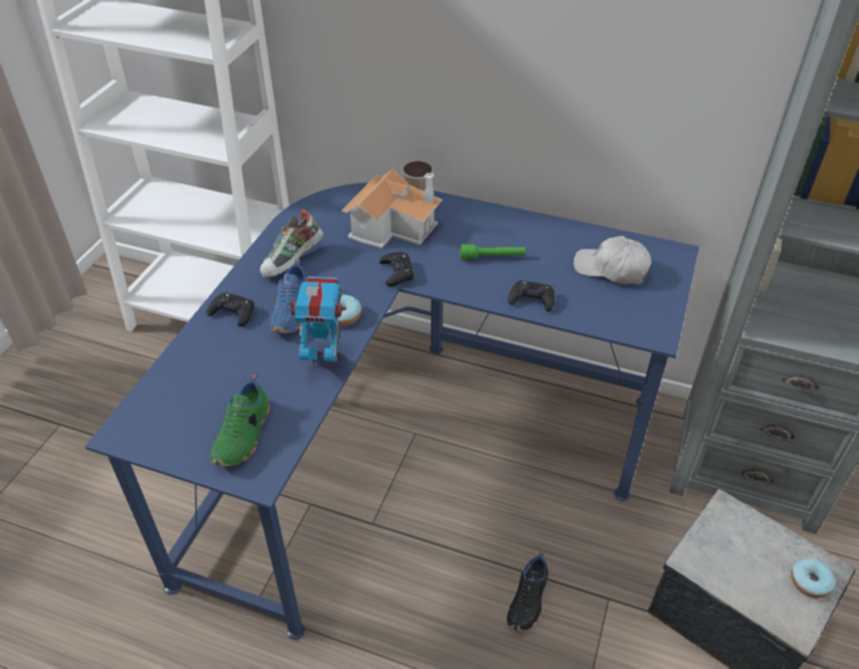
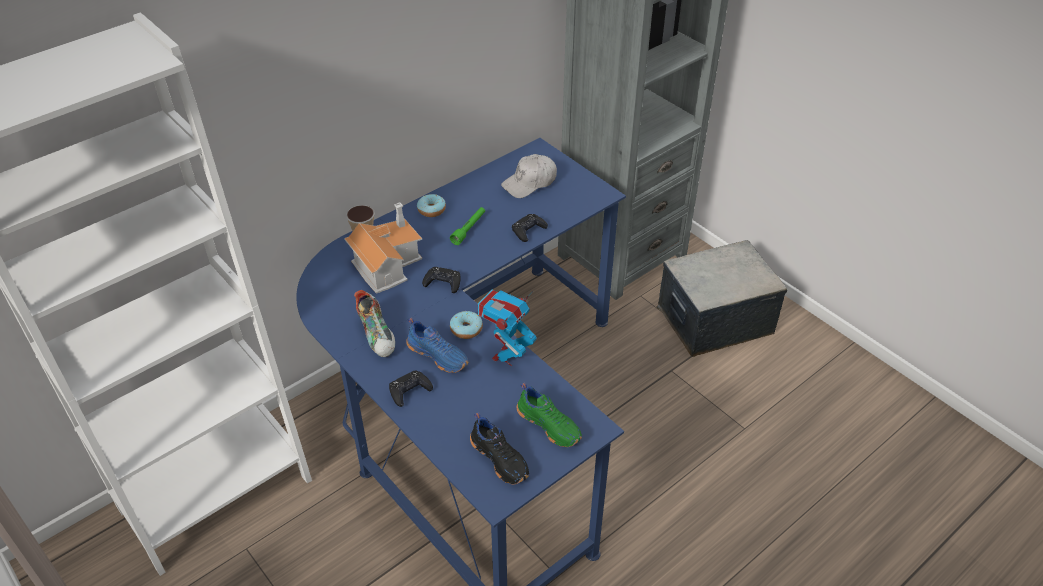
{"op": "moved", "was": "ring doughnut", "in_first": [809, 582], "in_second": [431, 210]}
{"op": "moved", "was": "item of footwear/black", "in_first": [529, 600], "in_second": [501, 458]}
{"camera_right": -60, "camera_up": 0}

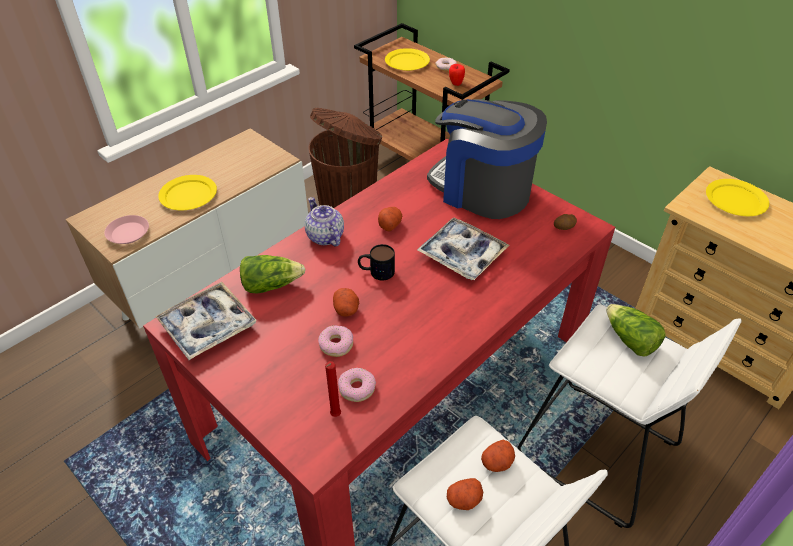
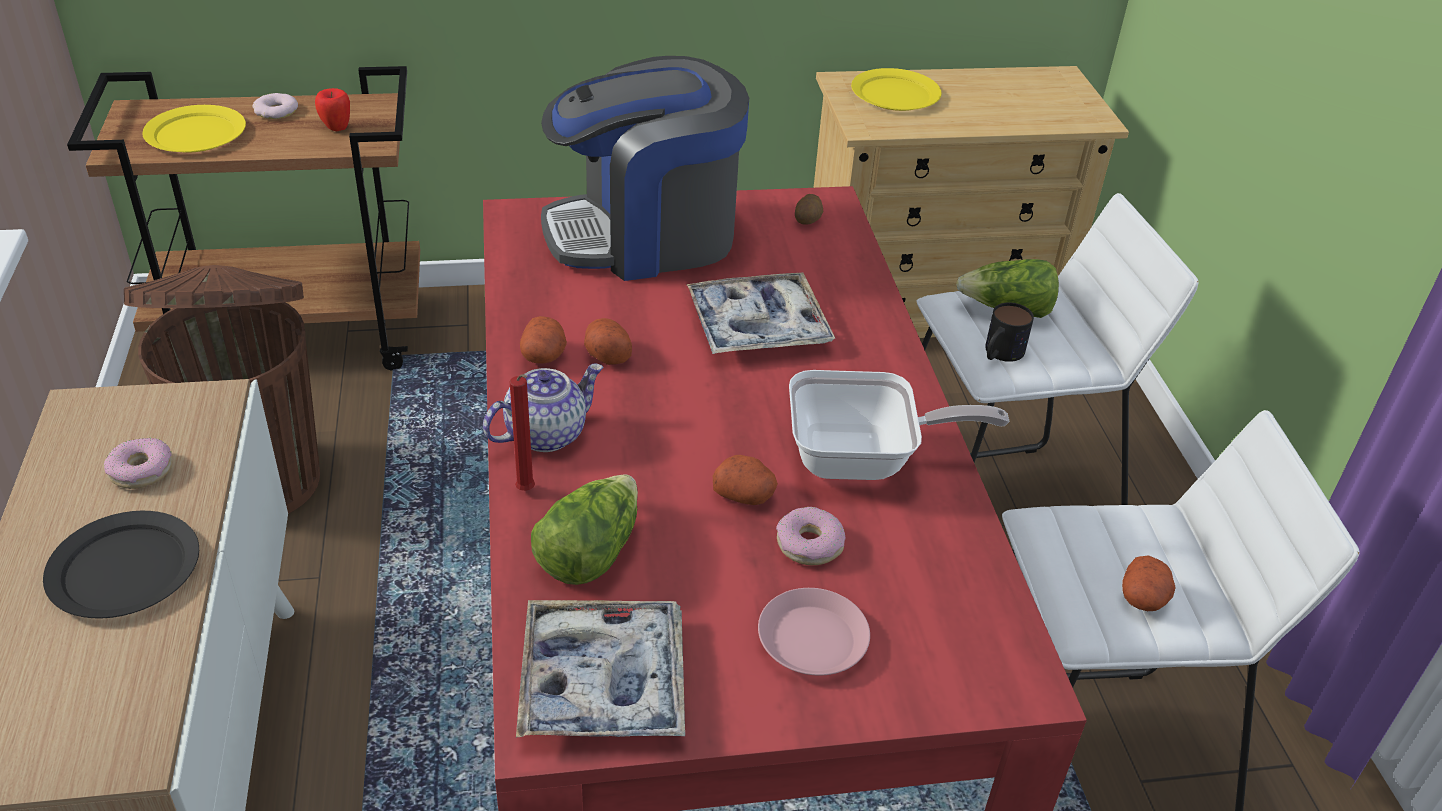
{"op": "recoloured", "was": "dinner plate/yellowish", "now": "dinner plate/black", "in_first": [188, 195], "in_second": [124, 568]}
{"op": "moved", "was": "ring doughnut", "in_first": [357, 388], "in_second": [141, 470]}
{"op": "turned", "was": "tea pot", "in_first": [324, 236], "in_second": [546, 433], "clockwise": 135}
{"op": "moved", "was": "candle/red-coloured", "in_first": [335, 416], "in_second": [527, 492]}
{"op": "moved", "was": "whole potato", "in_first": [497, 462], "in_second": [543, 356]}
{"op": "moved", "was": "dinner plate/pink", "in_first": [128, 233], "in_second": [812, 639]}
{"op": "added", "now": "pan", "in_second": [864, 460]}
{"op": "moved", "was": "coffee mug", "in_first": [376, 271], "in_second": [999, 354]}
{"camera_right": -55, "camera_up": -5}

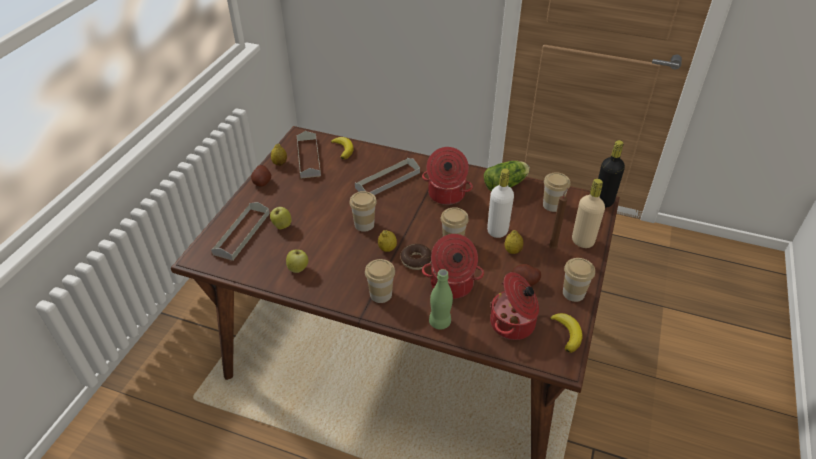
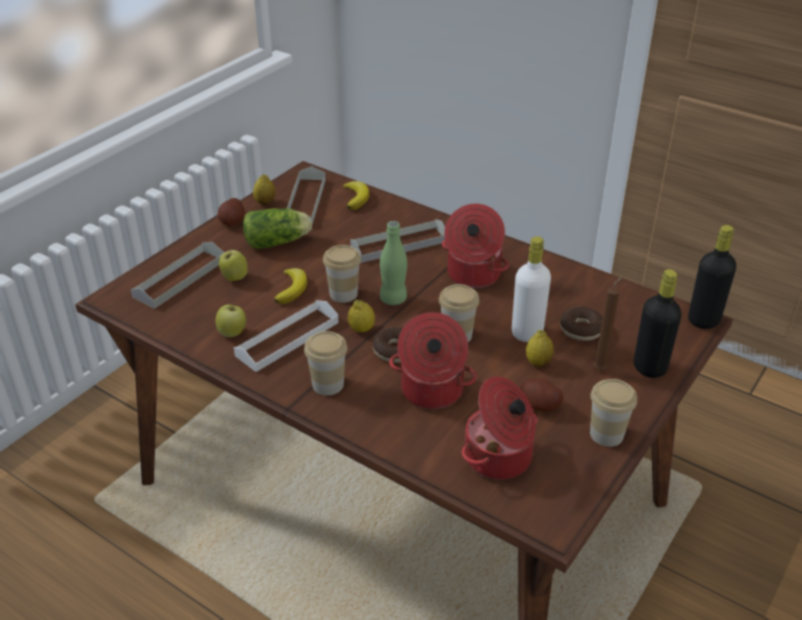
{"op": "added", "now": "carrying tray/white", "in_second": [287, 339]}
{"op": "moved", "was": "lettuce", "in_first": [506, 184], "in_second": [279, 242]}
{"op": "moved", "was": "banana fruit", "in_first": [567, 333], "in_second": [292, 288]}
{"op": "moved", "was": "bottle/green", "in_first": [440, 322], "in_second": [393, 299]}
{"op": "added", "now": "ring doughnut", "in_second": [581, 329]}
{"op": "recoloured", "was": "bottle/beige-coloured", "now": "bottle/black", "in_first": [582, 241], "in_second": [649, 367]}
{"op": "removed", "was": "cup", "in_first": [552, 205]}
{"camera_right": 15, "camera_up": -5}

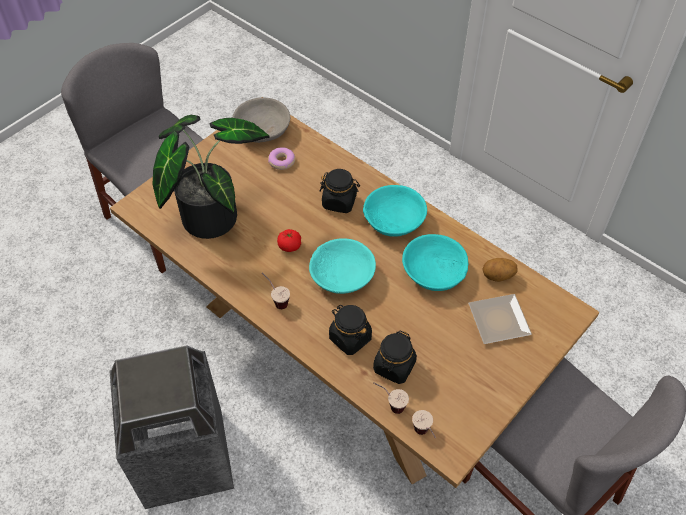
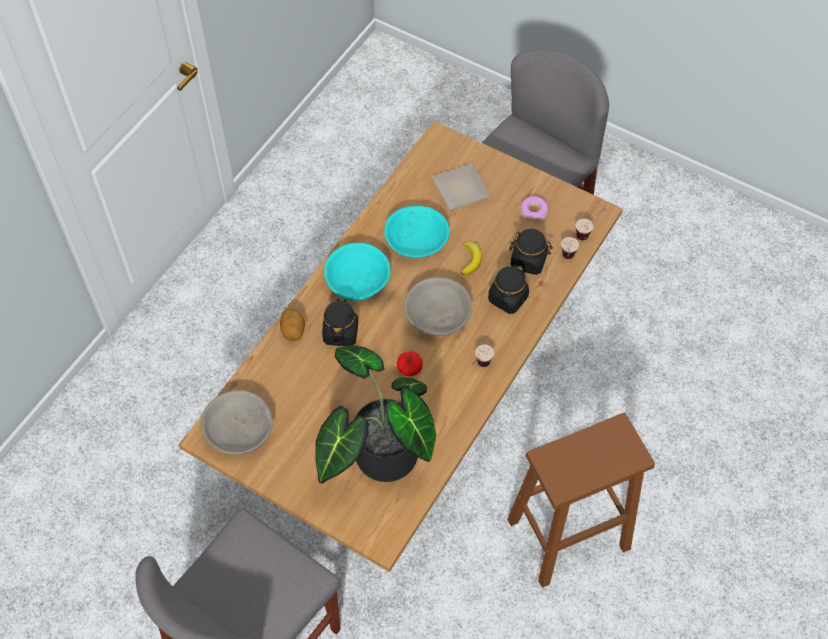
{"op": "moved", "was": "whole potato", "in_first": [498, 276], "in_second": [293, 331]}
{"op": "recoloured", "was": "serving bowl/blue-green", "now": "serving bowl/gray", "in_first": [342, 276], "in_second": [438, 315]}
{"op": "added", "now": "banana fruit", "in_second": [470, 260]}
{"op": "replaced", "was": "rubbish bin", "now": "stool seat/brownish", "in_first": [185, 460], "in_second": [570, 533]}
{"op": "moved", "was": "ring doughnut", "in_first": [282, 161], "in_second": [533, 211]}
{"camera_right": -100, "camera_up": 5}

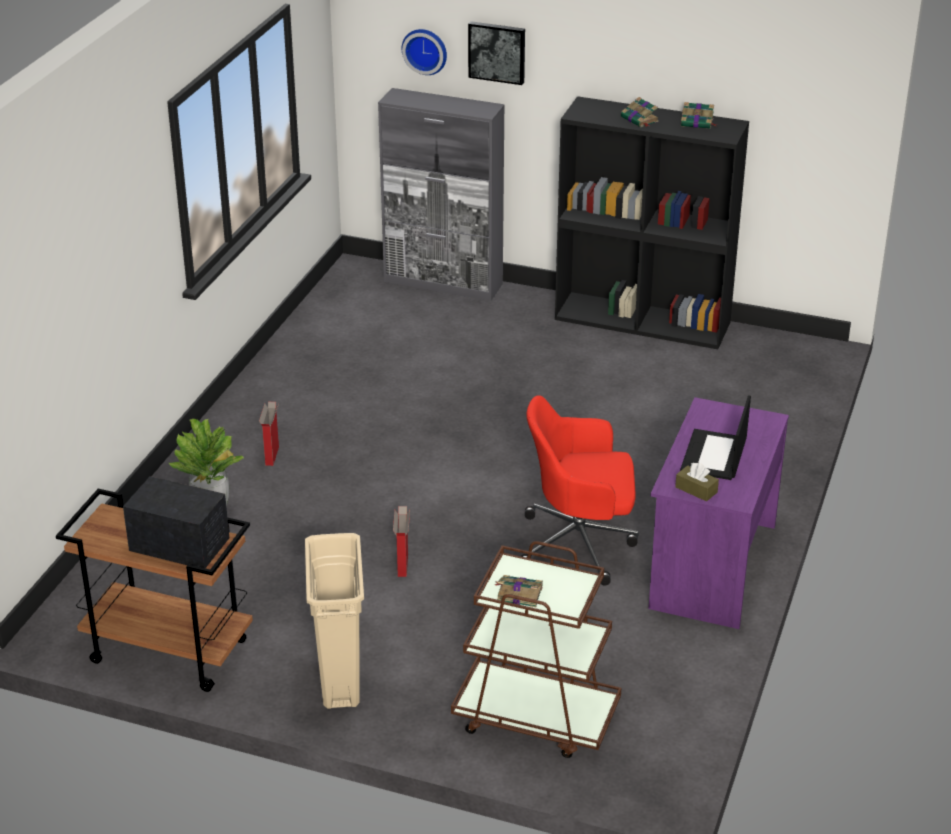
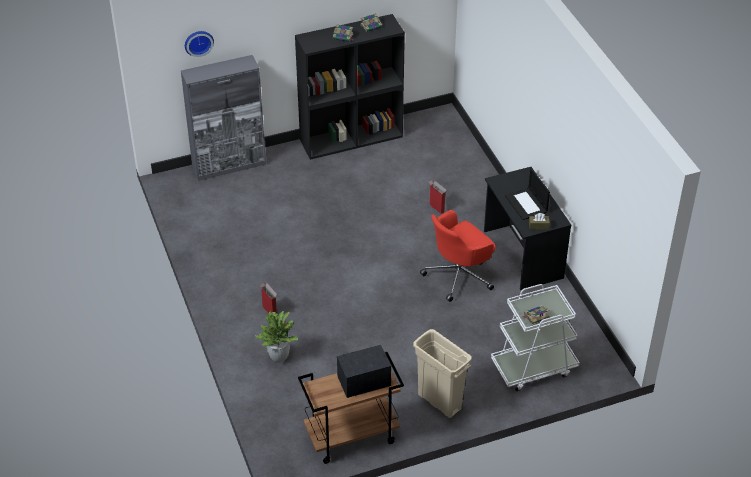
{"op": "moved", "was": "cardboard box", "in_first": [402, 565], "in_second": [436, 208]}
{"op": "recoloured", "was": "desk table/purple", "now": "desk table/black", "in_first": [711, 566], "in_second": [522, 254]}
{"op": "recoloured", "was": "trolley/brownish", "now": "trolley/white", "in_first": [535, 717], "in_second": [533, 367]}
{"op": "removed", "was": "wall art", "in_first": [497, 52]}
{"camera_right": -40, "camera_up": 10}

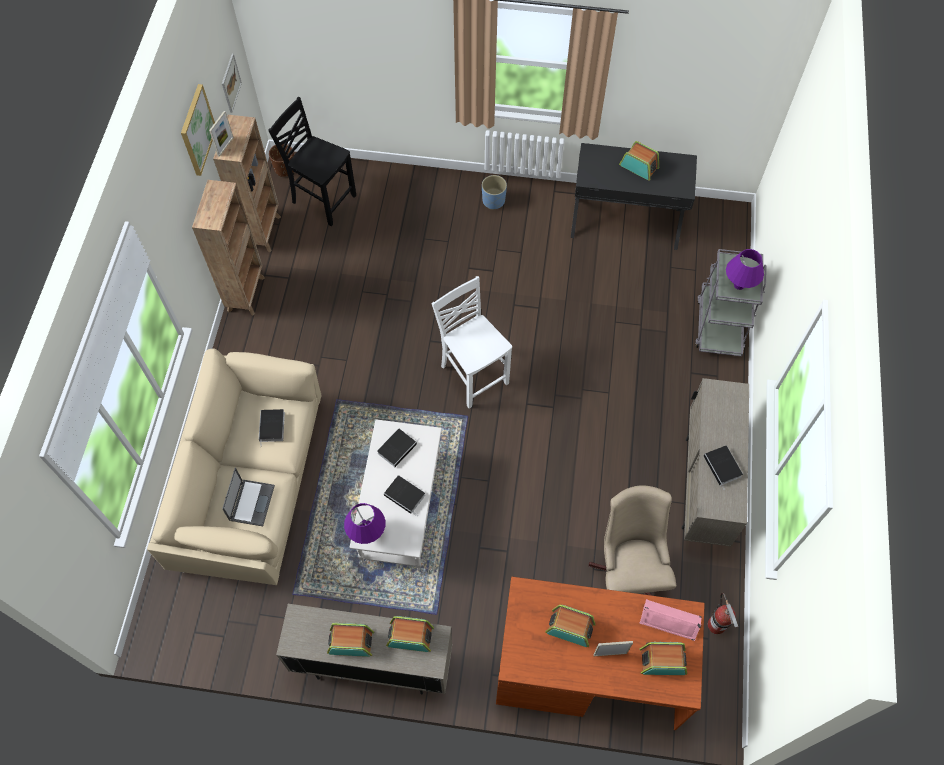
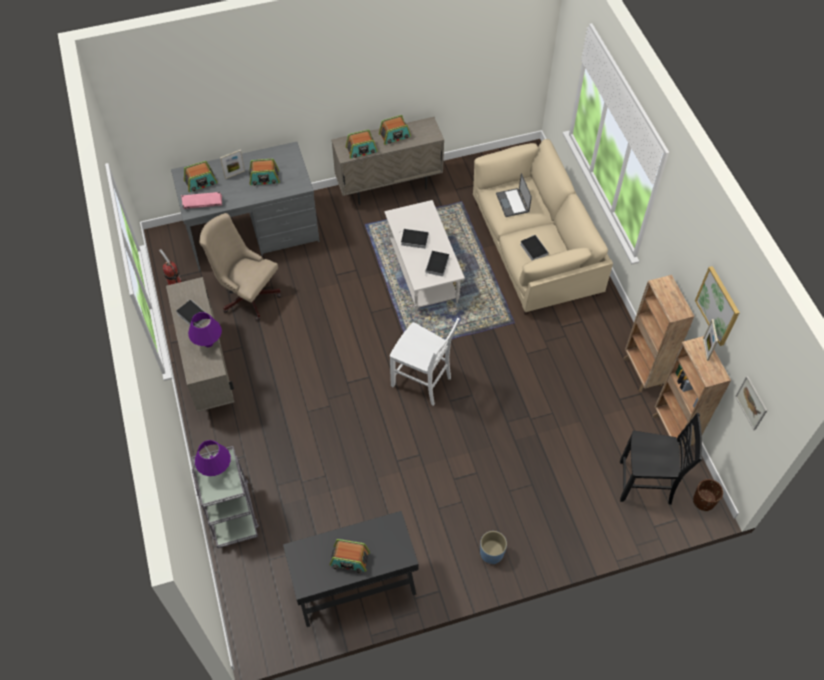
{"op": "recoloured", "was": "desk table/brownish", "now": "desk table/gray", "in_first": [589, 668], "in_second": [253, 232]}
{"op": "moved", "was": "tabletop lamp/purple", "in_first": [367, 532], "in_second": [208, 343]}
{"op": "turned", "was": "computer chair/beige-coloured", "in_first": [628, 570], "in_second": [247, 294], "clockwise": 150}
{"camera_right": 155, "camera_up": -5}

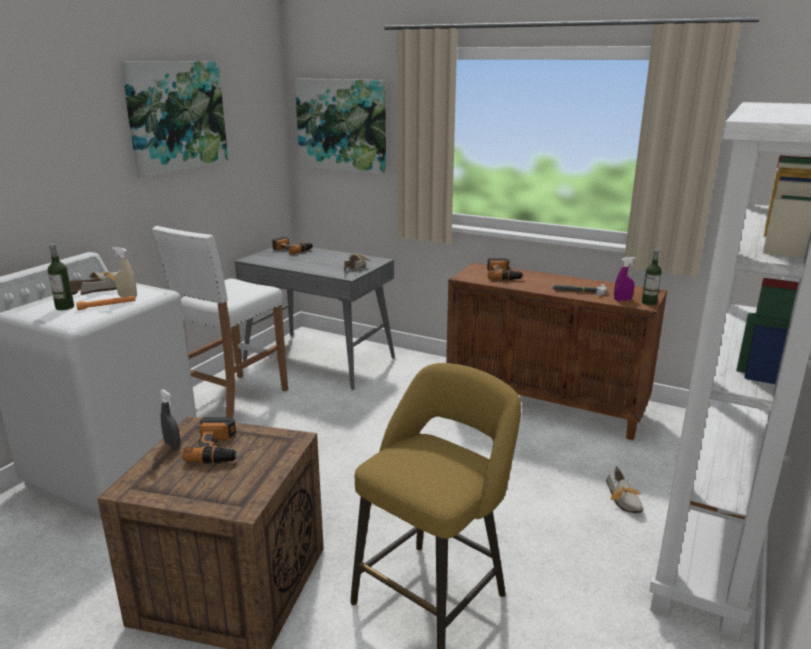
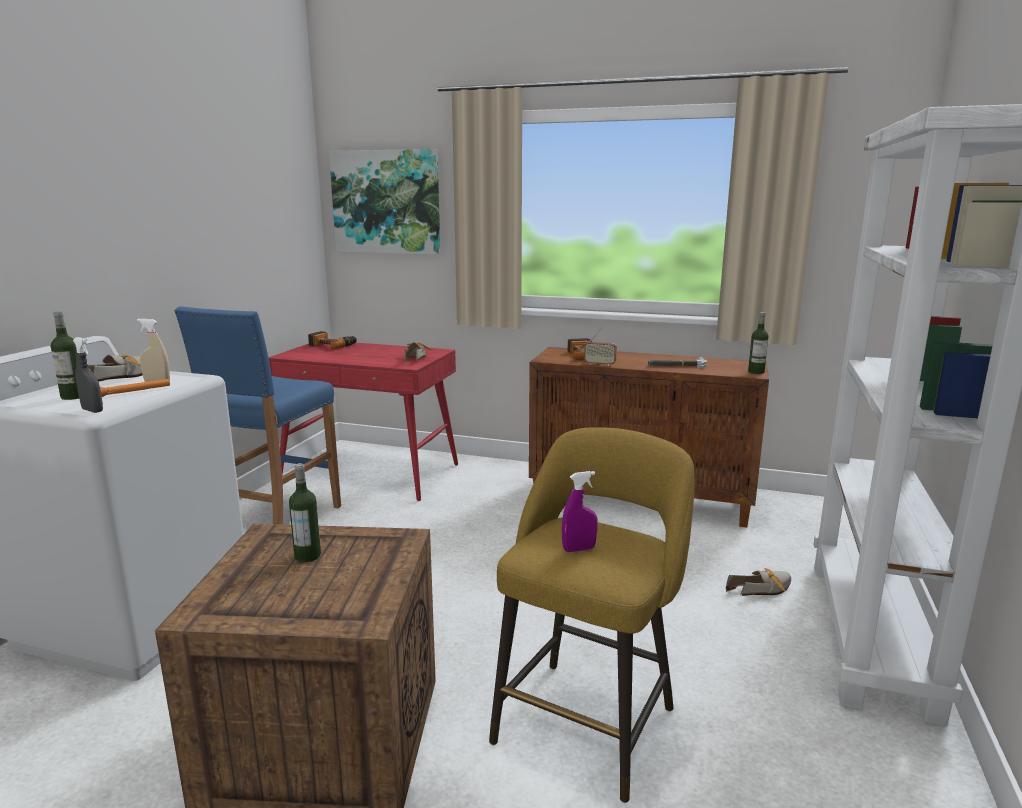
{"op": "moved", "was": "spray bottle/gray", "in_first": [172, 445], "in_second": [92, 410]}
{"op": "recoloured", "was": "stool seat/white", "now": "stool seat/blue", "in_first": [234, 399], "in_second": [276, 521]}
{"op": "recoloured", "was": "desk table/gray", "now": "desk table/red-coloured", "in_first": [320, 360], "in_second": [371, 472]}
{"op": "replaced", "was": "electric drill", "now": "bottle", "in_first": [218, 448], "in_second": [307, 556]}
{"op": "moved", "was": "spray bottle/purple", "in_first": [622, 300], "in_second": [579, 549]}
{"op": "added", "now": "radio receiver", "in_second": [599, 364]}
{"op": "turned", "was": "item of footwear", "in_first": [624, 500], "in_second": [763, 589], "clockwise": -90}
{"op": "removed", "was": "wall art", "in_first": [176, 116]}
{"camera_right": -10, "camera_up": -5}

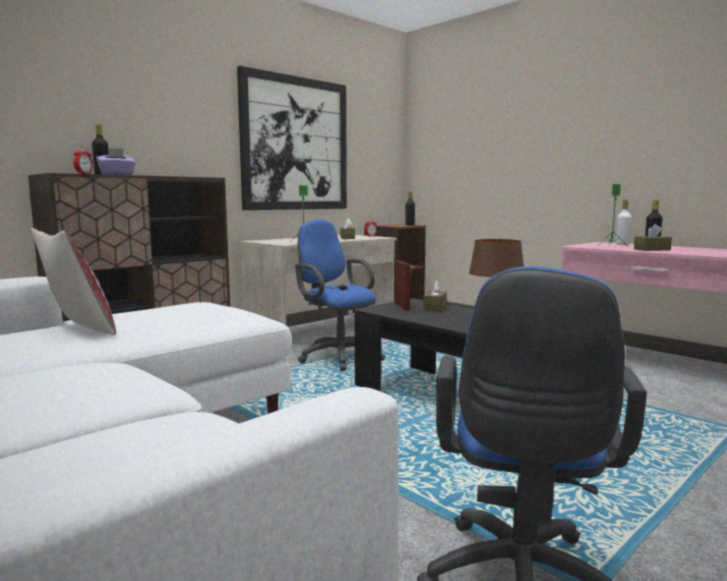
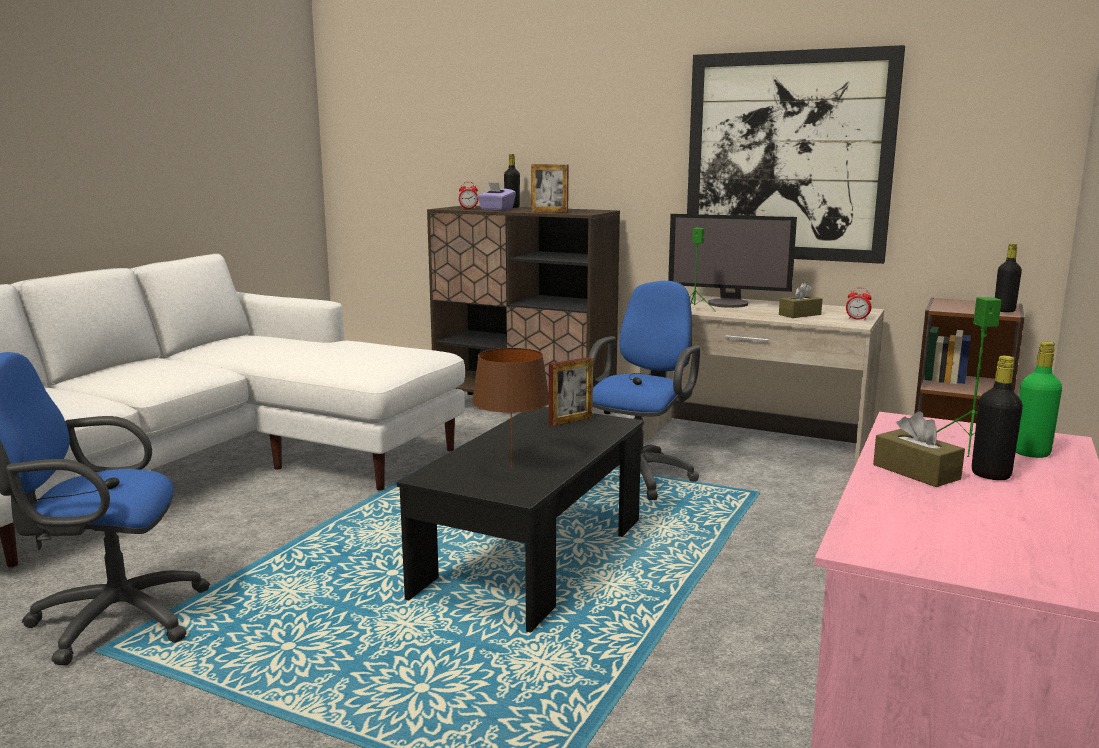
{"op": "added", "now": "photo frame", "in_second": [549, 212]}
{"op": "added", "now": "monitor", "in_second": [728, 303]}
{"op": "recoloured", "was": "bottle/white", "now": "bottle/green", "in_first": [622, 244], "in_second": [1031, 453]}
{"op": "removed", "was": "cushion", "in_first": [79, 329]}
{"op": "removed", "was": "tissue holder/brownish", "in_first": [434, 307]}
{"camera_right": 70, "camera_up": 5}

